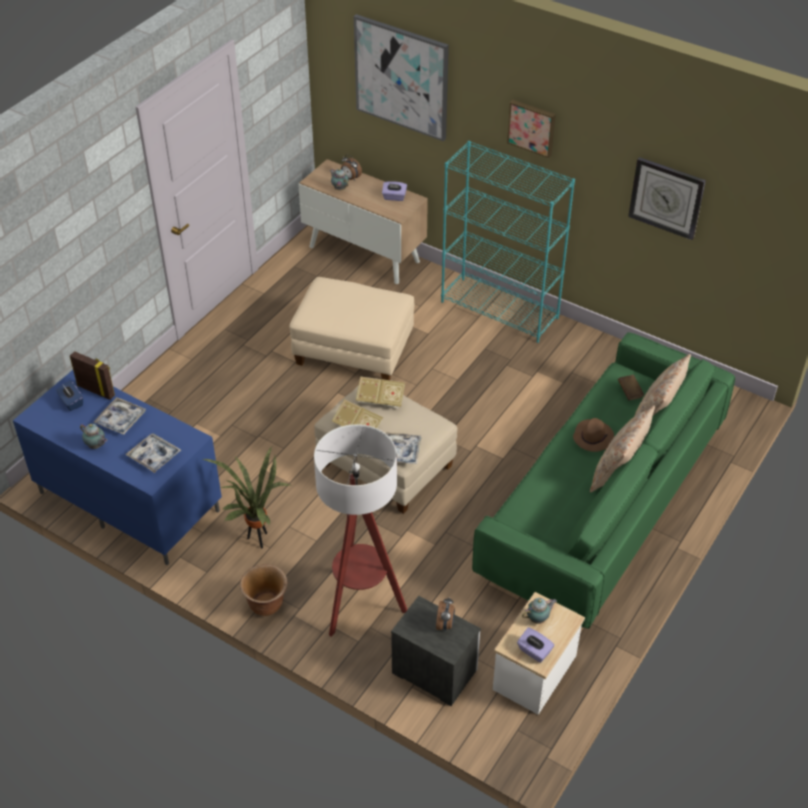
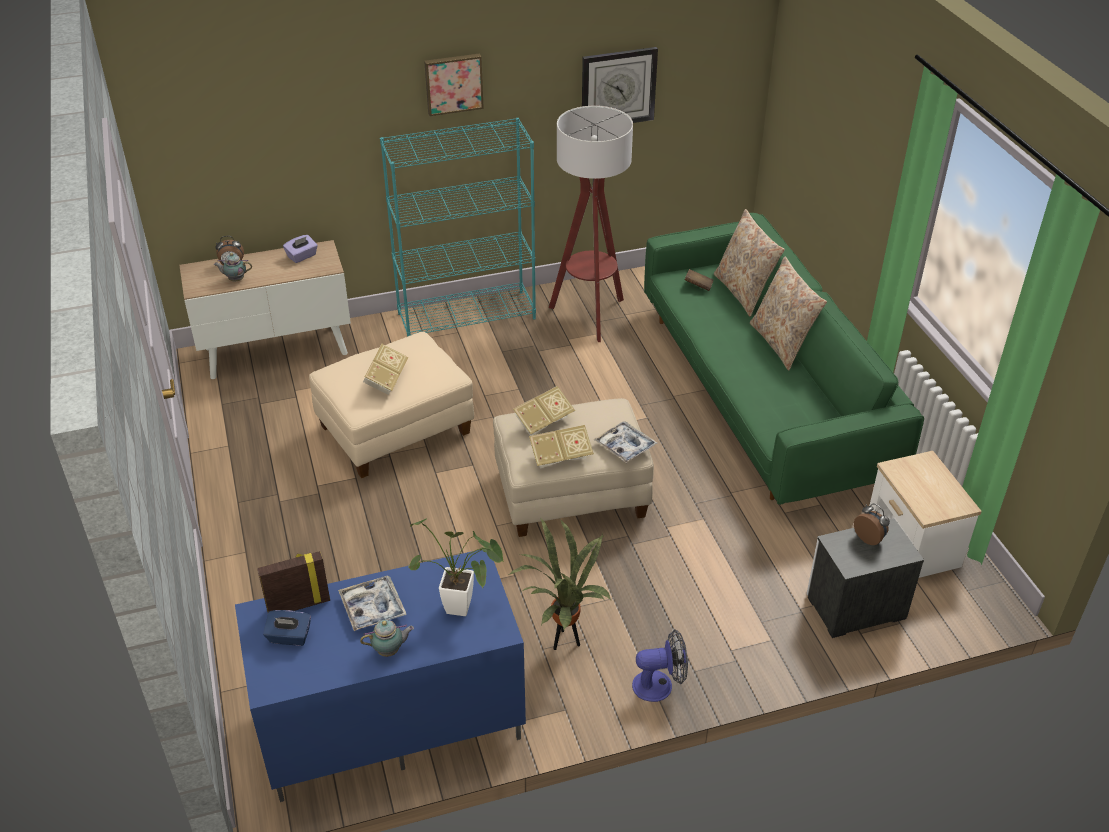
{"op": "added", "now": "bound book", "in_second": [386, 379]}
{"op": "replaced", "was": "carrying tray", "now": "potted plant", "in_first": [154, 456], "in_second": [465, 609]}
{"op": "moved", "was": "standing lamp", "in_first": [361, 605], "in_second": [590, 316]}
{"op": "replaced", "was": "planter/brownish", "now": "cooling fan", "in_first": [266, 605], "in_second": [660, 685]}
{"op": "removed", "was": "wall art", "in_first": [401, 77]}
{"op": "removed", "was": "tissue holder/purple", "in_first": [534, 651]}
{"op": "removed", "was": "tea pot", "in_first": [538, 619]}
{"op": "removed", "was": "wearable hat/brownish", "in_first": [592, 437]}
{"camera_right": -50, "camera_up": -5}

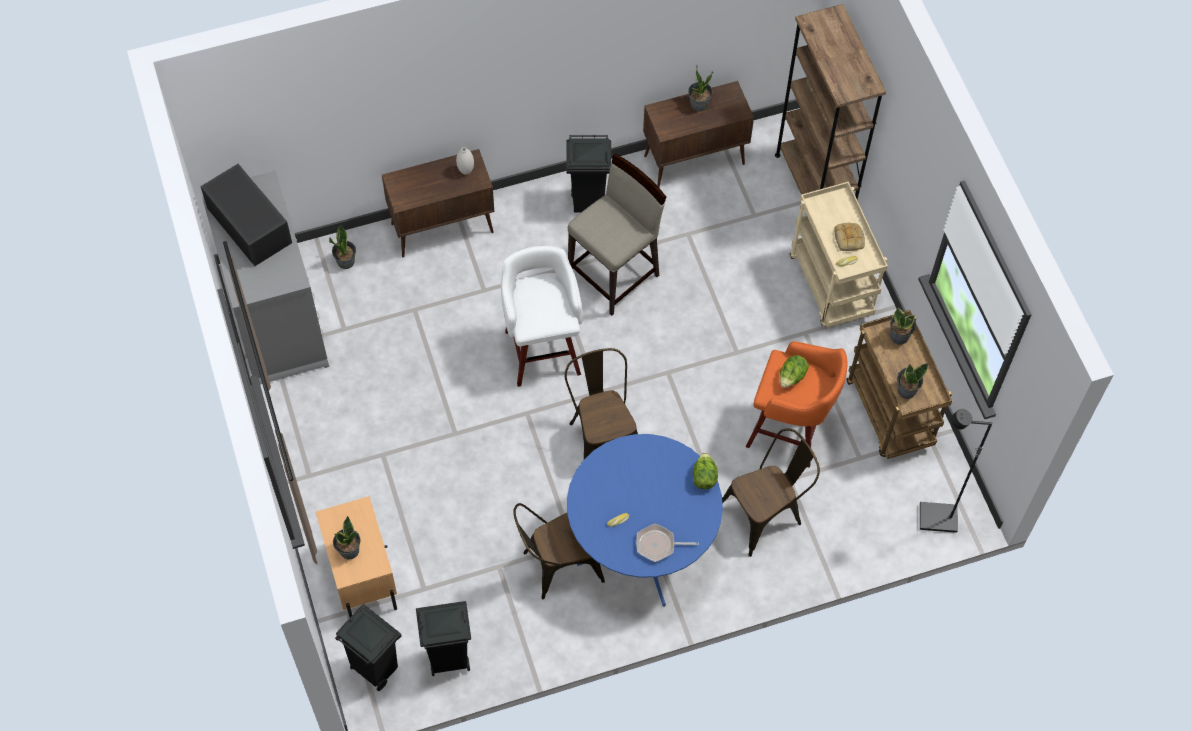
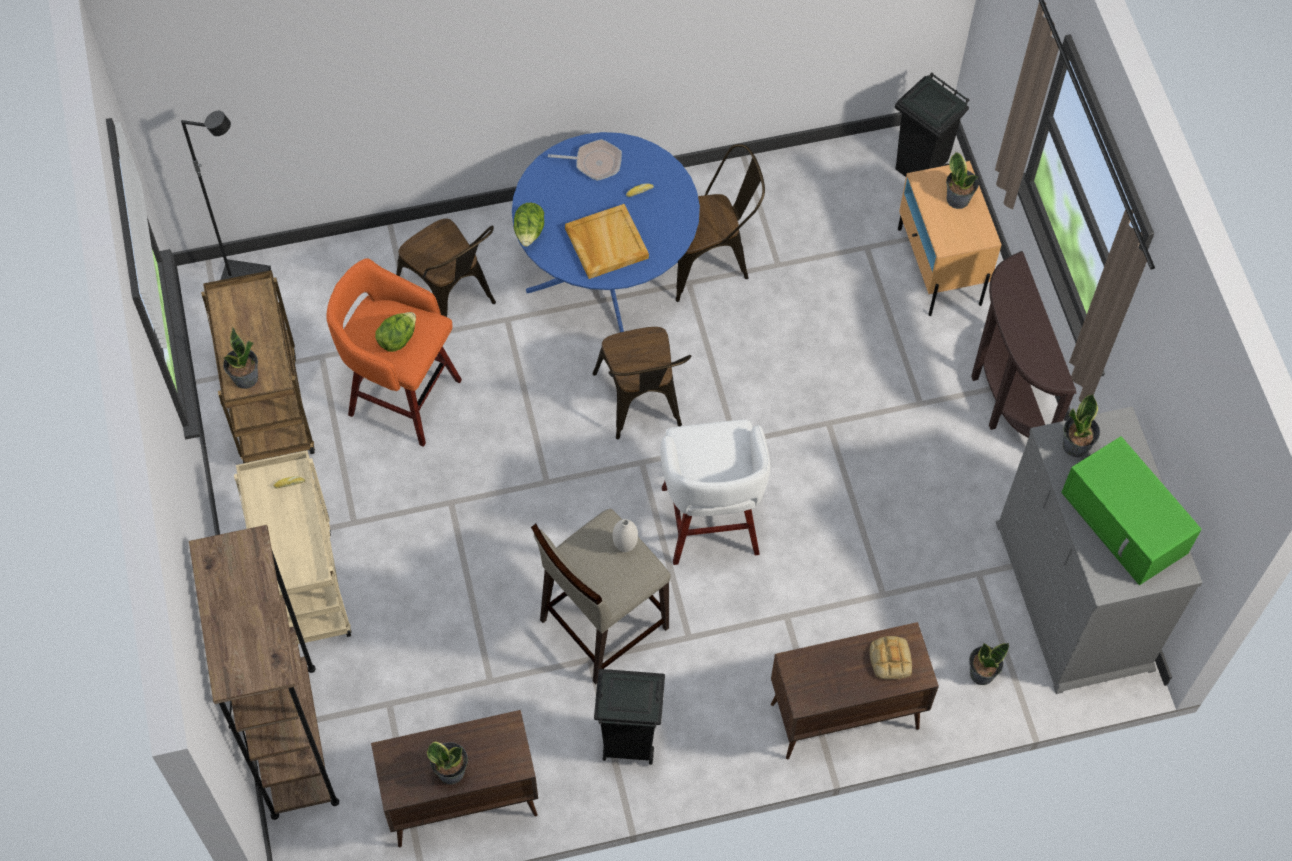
{"op": "turned", "was": "plain chair/brownish", "in_first": [766, 513], "in_second": [451, 300], "clockwise": -105}
{"op": "added", "now": "carrying tray/beige-coloured", "in_second": [605, 243]}
{"op": "moved", "was": "flower vase/white", "in_first": [466, 171], "in_second": [625, 546]}
{"op": "moved", "was": "bakery bread", "in_first": [849, 239], "in_second": [889, 659]}
{"op": "added", "now": "console table/brownish", "in_second": [1002, 399]}
{"op": "recoloured", "was": "microwave oven/black", "now": "microwave oven/green", "in_first": [248, 224], "in_second": [1126, 524]}
{"op": "moved", "was": "potted plant", "in_first": [906, 390], "in_second": [1076, 446]}
{"op": "removed", "was": "rubbish bin/black", "in_first": [448, 659]}
{"camera_right": -175, "camera_up": 0}

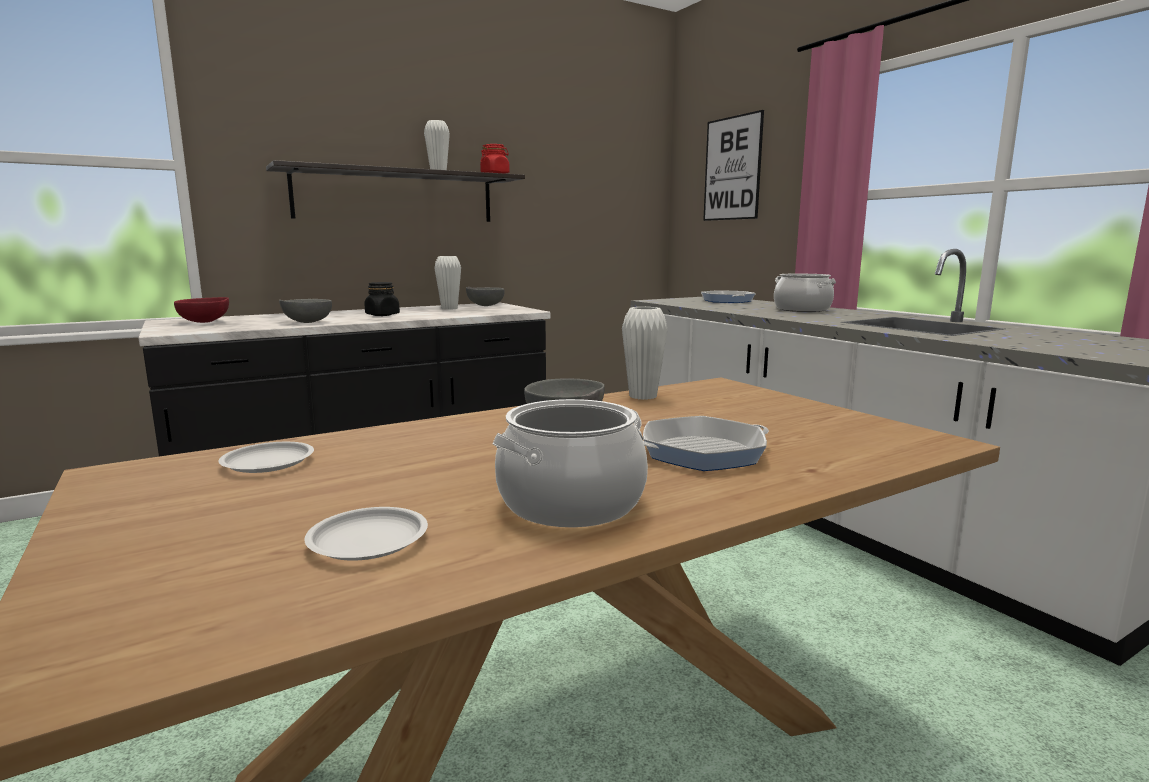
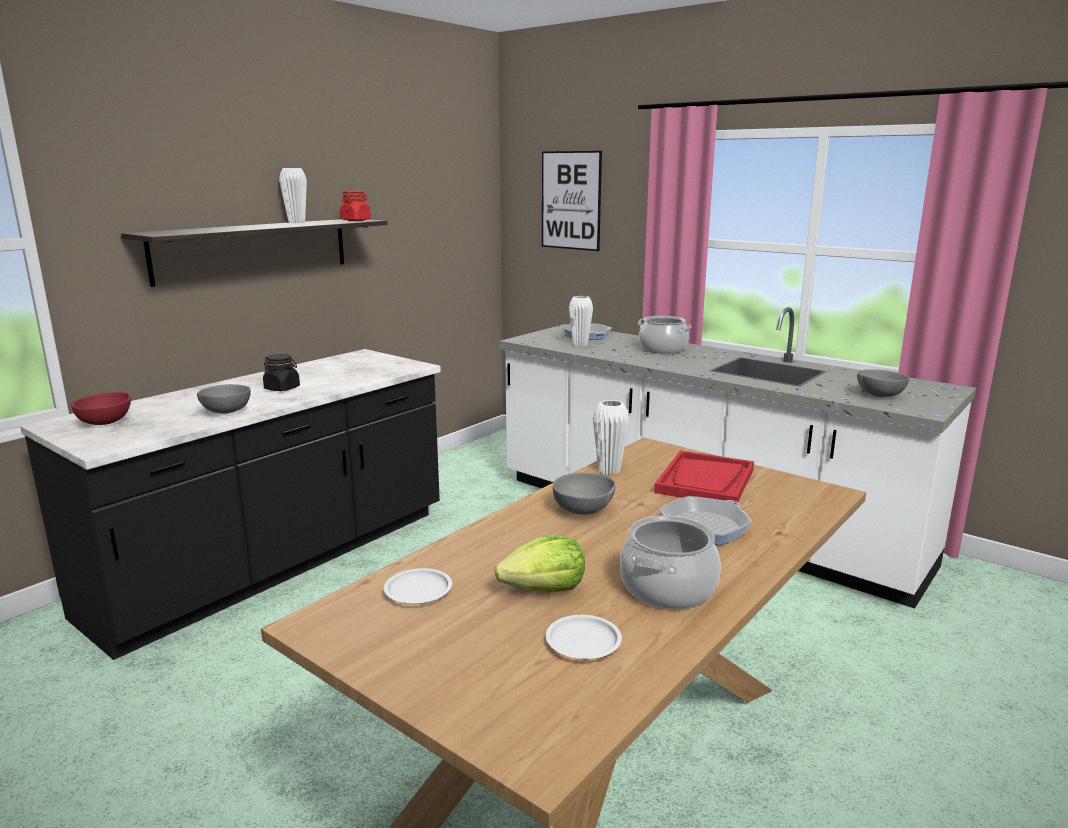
{"op": "added", "now": "lettuce", "in_second": [544, 589]}
{"op": "moved", "was": "flower vase/white", "in_first": [449, 308], "in_second": [580, 344]}
{"op": "added", "now": "carrying tray/red-coloured", "in_second": [705, 481]}
{"op": "moved", "was": "serving bowl/gray", "in_first": [485, 306], "in_second": [878, 395]}
{"camera_right": -20, "camera_up": 5}

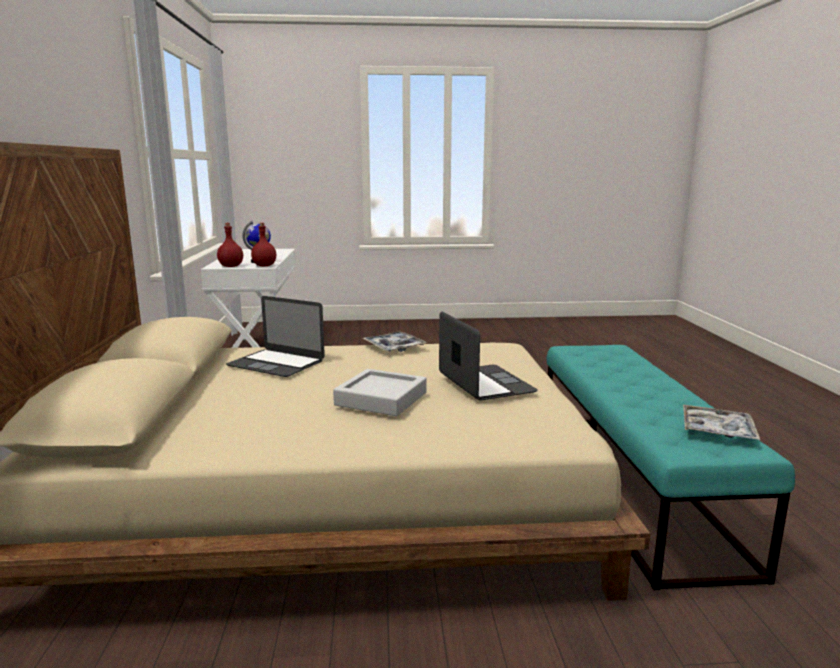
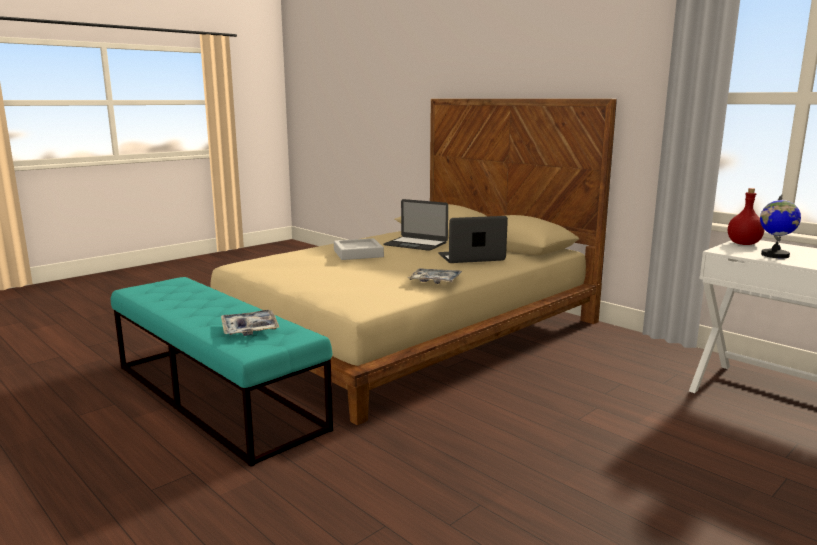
{"op": "moved", "was": "carrying tray", "in_first": [717, 430], "in_second": [250, 329]}
{"op": "moved", "was": "portable computer", "in_first": [485, 383], "in_second": [415, 244]}
{"op": "removed", "was": "bottle/red-coloured", "in_first": [264, 266]}
{"camera_right": 140, "camera_up": 0}

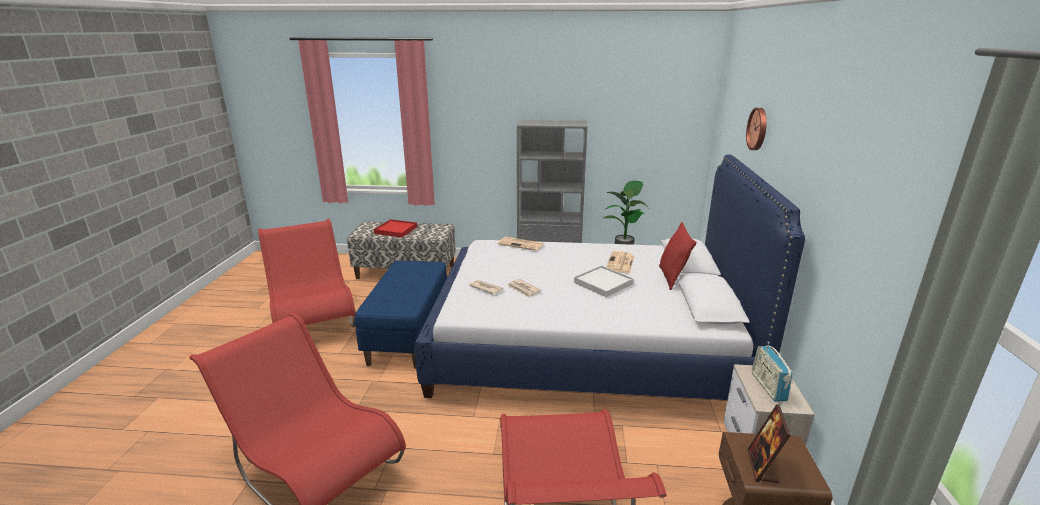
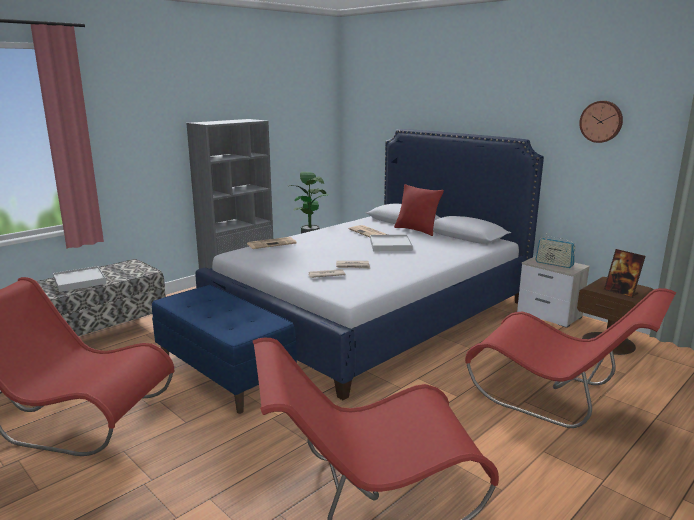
{"op": "recoloured", "was": "carrying tray/red-coloured", "now": "carrying tray/white", "in_first": [396, 230], "in_second": [80, 281]}
{"op": "moved", "was": "hanging clock", "in_first": [758, 129], "in_second": [601, 121]}
{"camera_right": -50, "camera_up": -5}

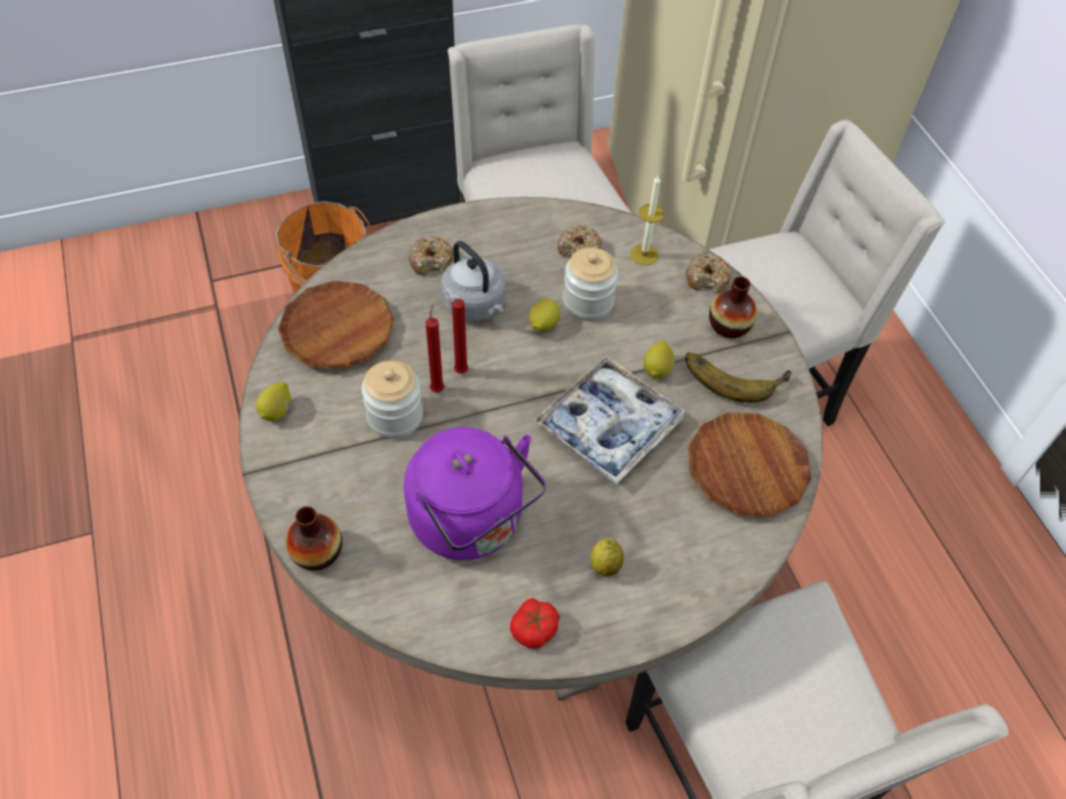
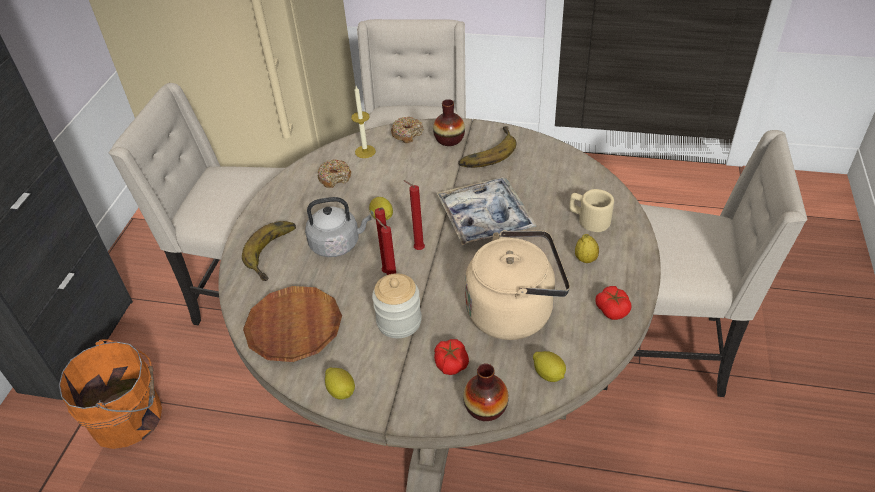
{"op": "replaced", "was": "ring doughnut", "now": "banana fruit", "in_first": [431, 261], "in_second": [277, 253]}
{"op": "added", "now": "candle/red-coloured", "in_second": [417, 249]}
{"op": "added", "now": "whole tomato", "in_second": [451, 363]}
{"op": "recoloured", "was": "tea kettle/purple", "now": "tea kettle/beige-coloured", "in_first": [472, 522], "in_second": [515, 311]}
{"op": "moved", "was": "lemon", "in_first": [657, 369], "in_second": [548, 374]}
{"op": "added", "now": "coffee mug/beige-coloured", "in_second": [589, 219]}
{"op": "removed", "was": "storage jar", "in_first": [588, 302]}
{"op": "removed", "was": "dinner plate/brownish", "in_first": [746, 468]}
{"camera_right": -55, "camera_up": -10}

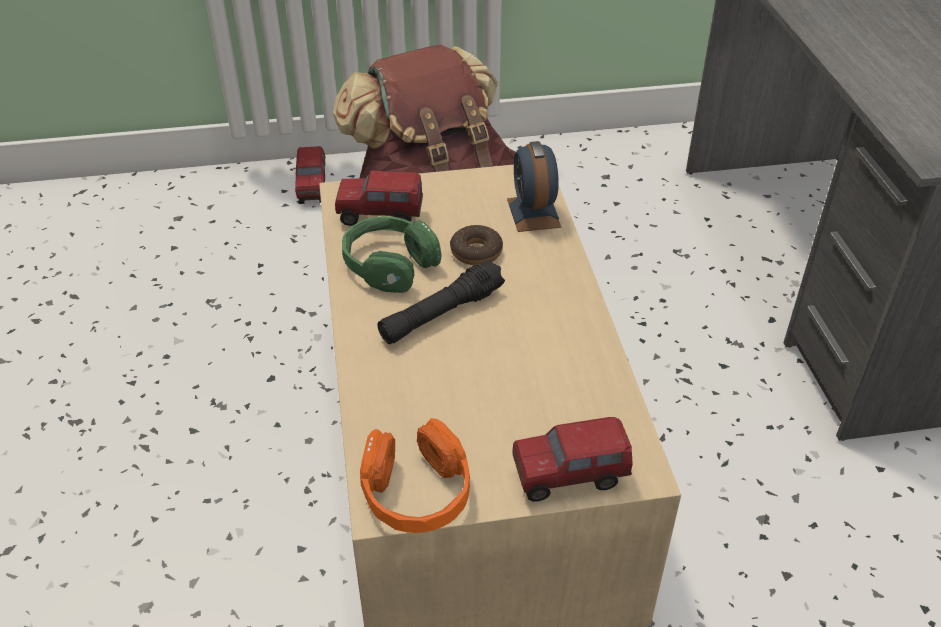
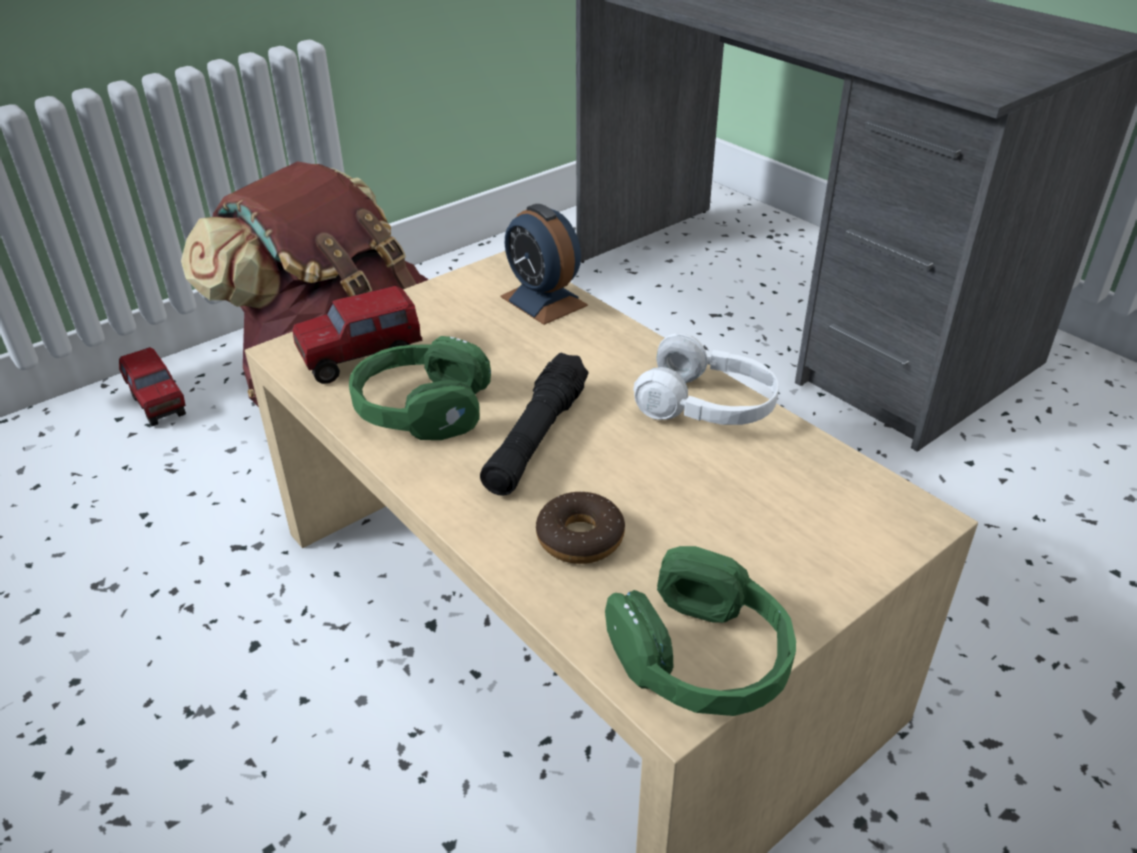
{"op": "moved", "was": "ring doughnut", "in_first": [476, 252], "in_second": [580, 538]}
{"op": "recoloured", "was": "pair of headphones/orange", "now": "pair of headphones/green", "in_first": [416, 492], "in_second": [701, 658]}
{"op": "added", "now": "pair of headphones/white", "in_second": [707, 407]}
{"op": "removed", "was": "toy truck", "in_first": [569, 478]}
{"camera_right": -30, "camera_up": -5}

